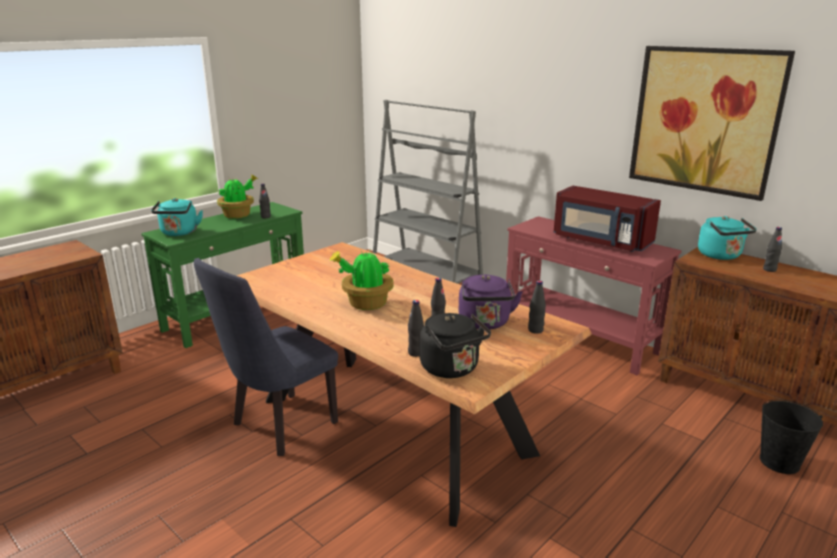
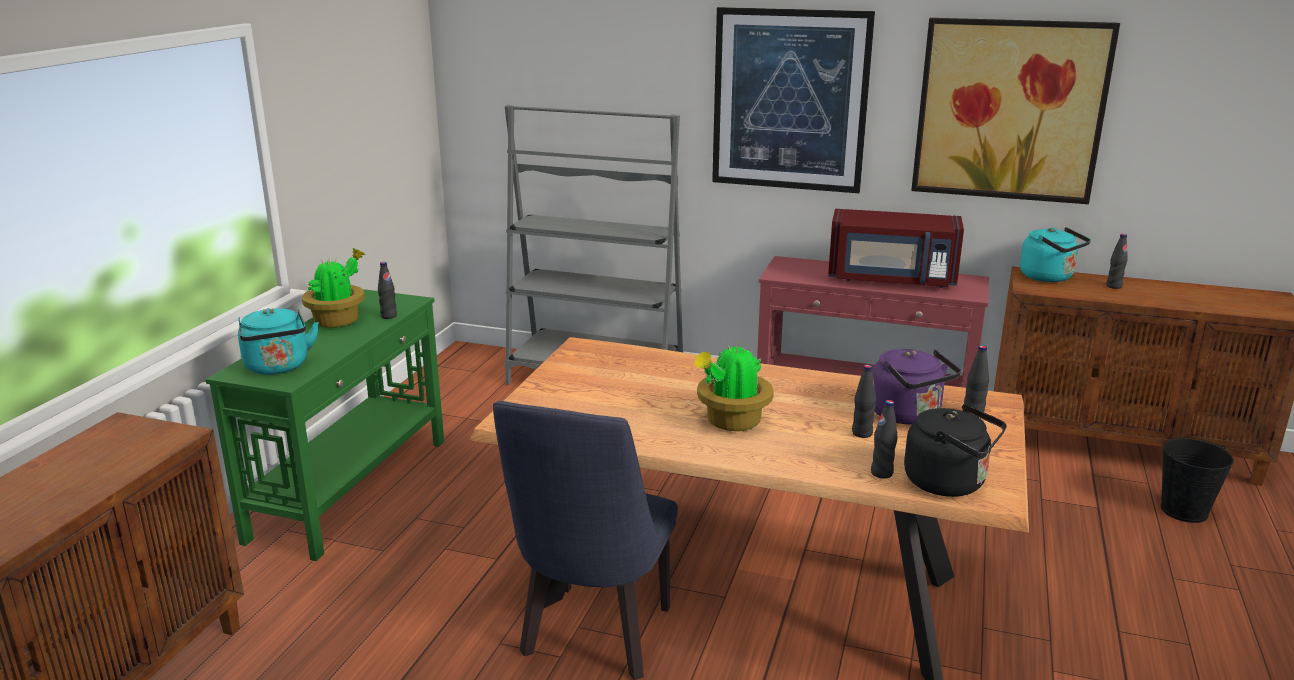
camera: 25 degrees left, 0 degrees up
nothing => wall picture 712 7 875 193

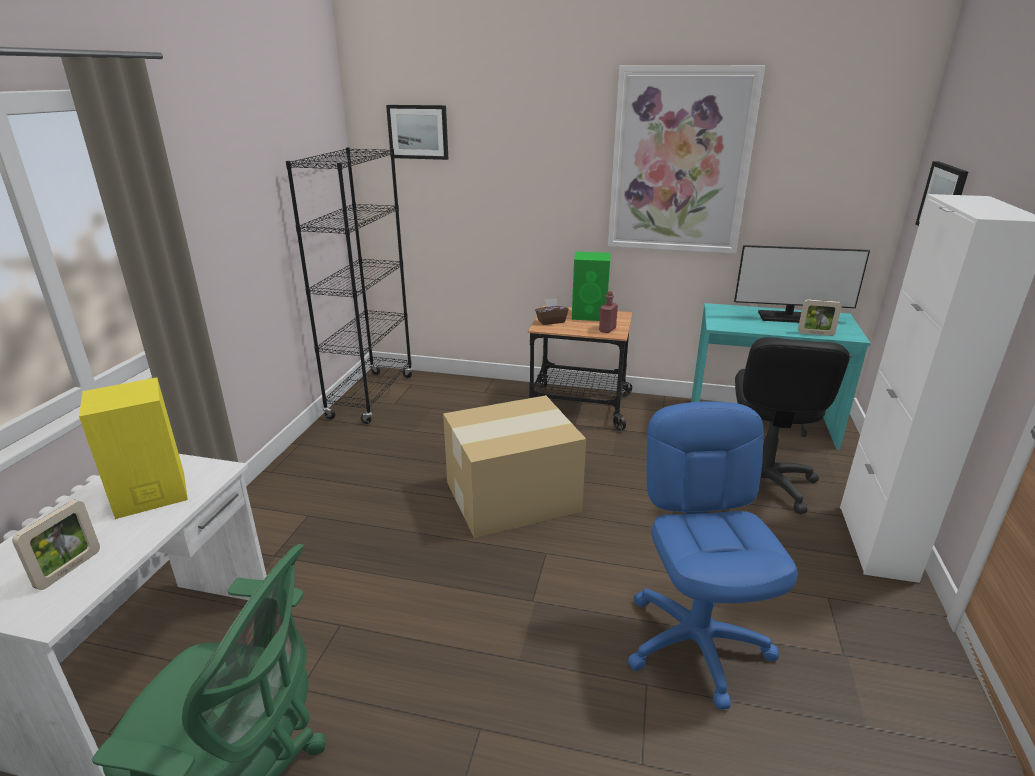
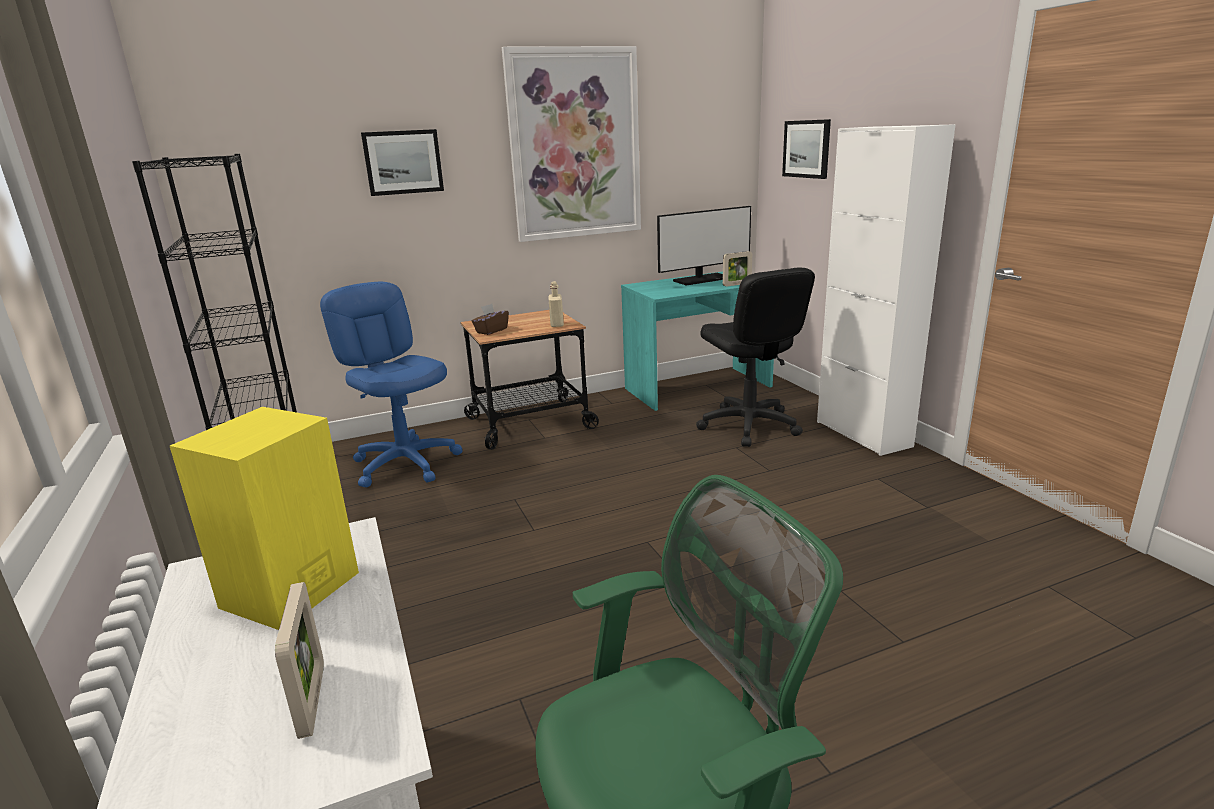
camera: 35 degrees left, 5 degrees down
wall picture 386 105 448 160 => wall picture 361 129 444 196, moved
speaker in greenish 572 252 611 321 => nothing
bottle in reddish 599 291 618 333 => bottle in sand-coloured 548 281 564 327
cardboard box 443 395 586 538 => nothing
office chair in blue 628 401 798 710 => office chair in blue 320 282 463 487, moved

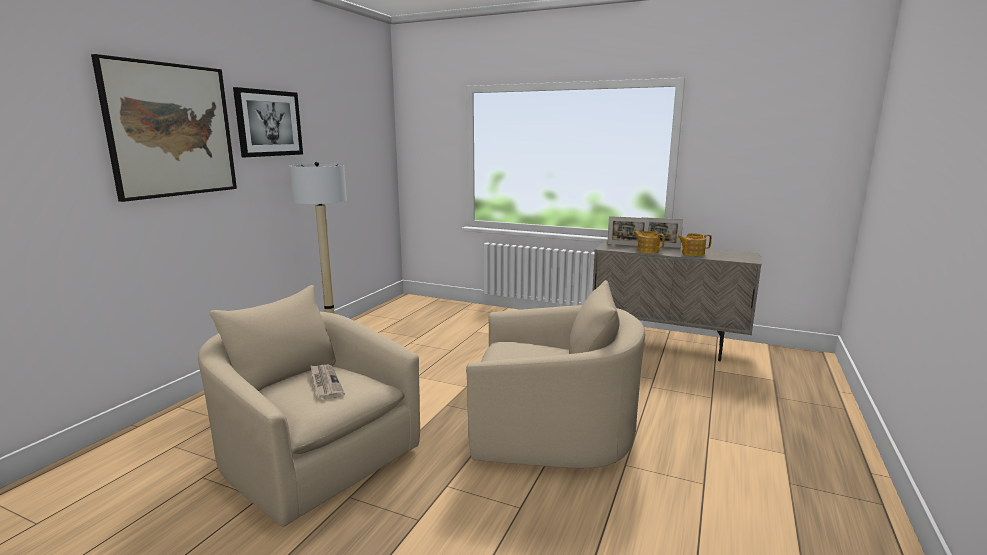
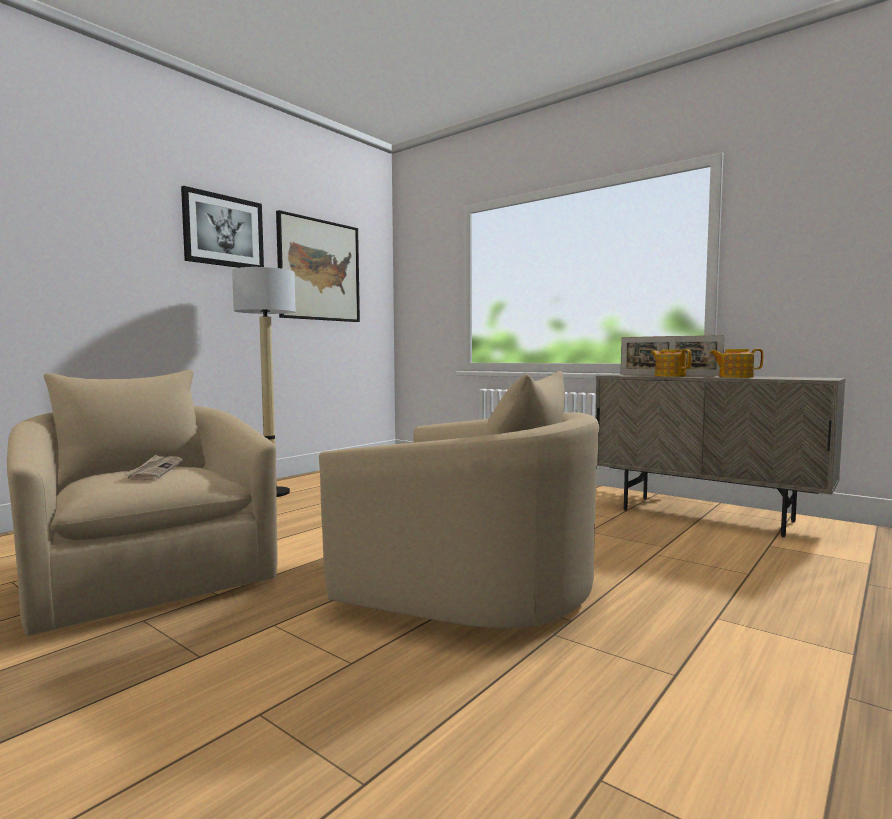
camera: 15 degrees right, 10 degrees down
wall picture 91 54 237 202 => wall picture 276 210 360 322, moved

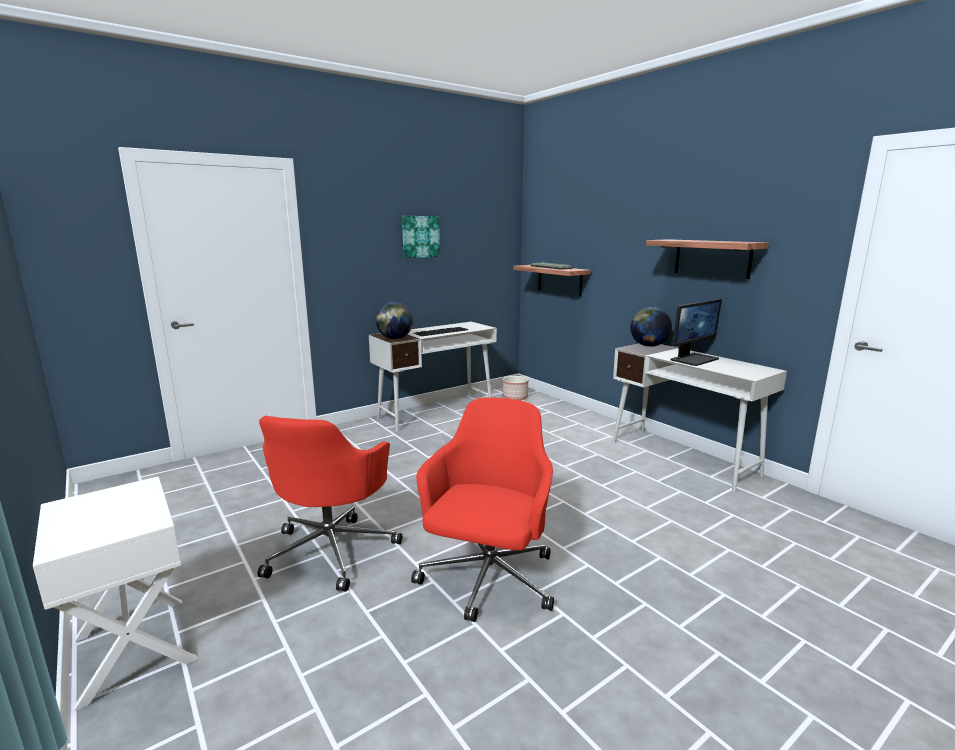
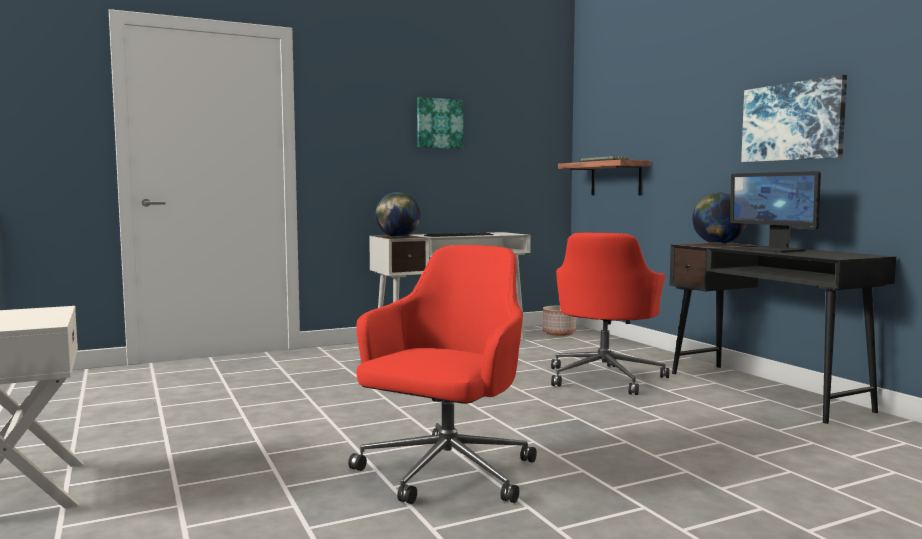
camera: 10 degrees right, 10 degrees down
shelf 646 239 769 279 => wall picture 741 74 847 162
computer screen 671 299 722 366 => computer screen 730 171 821 253, 90 degrees clockwise
desk table in white 612 344 787 492 => desk table in black 670 243 896 424
office chair in reddish 258 416 402 591 => office chair in reddish 551 233 669 395, moved

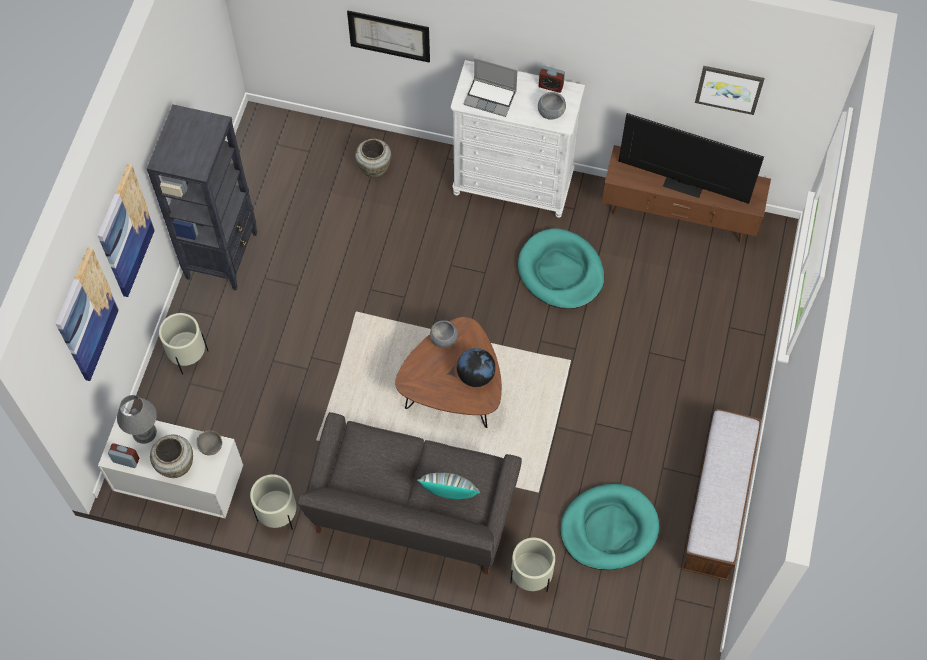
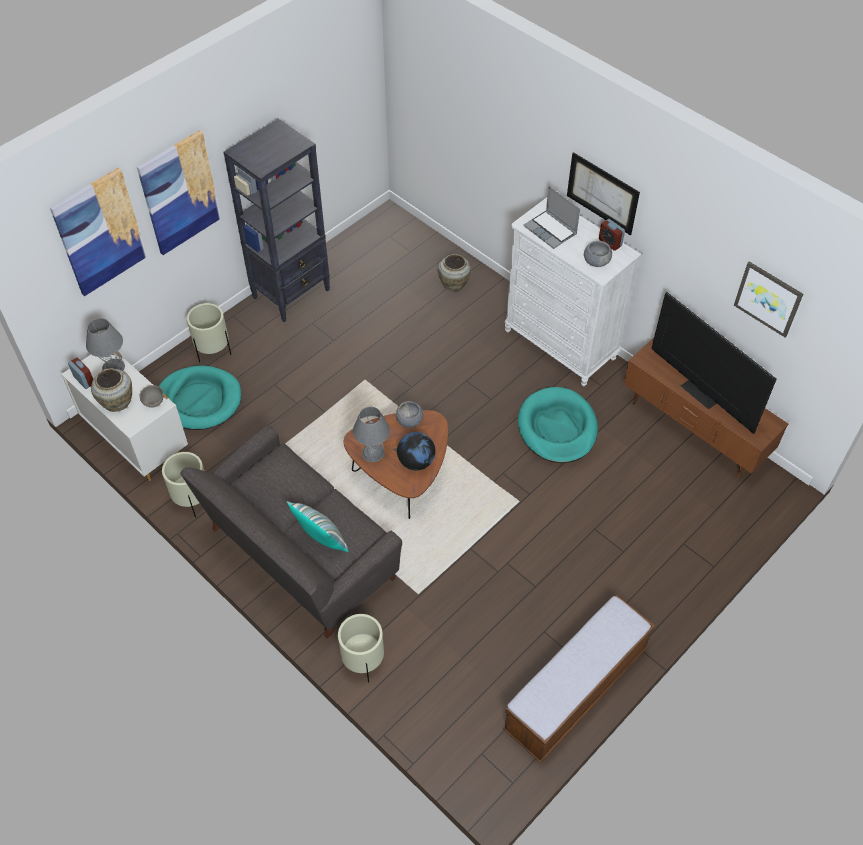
camera: 30 degrees right, 10 degrees down
wall picture 347 10 430 63 => wall picture 567 152 640 235, moved
pet bed in blue-green 560 484 659 570 => pet bed in blue-green 159 365 241 430, moved
nothing => table lamp in grey 353 407 390 462

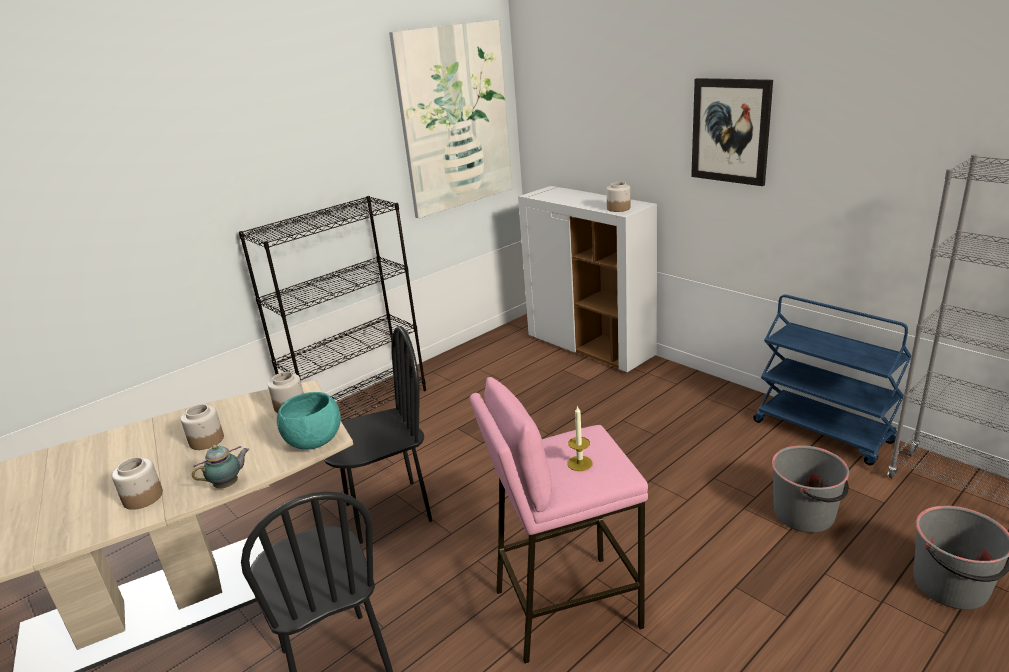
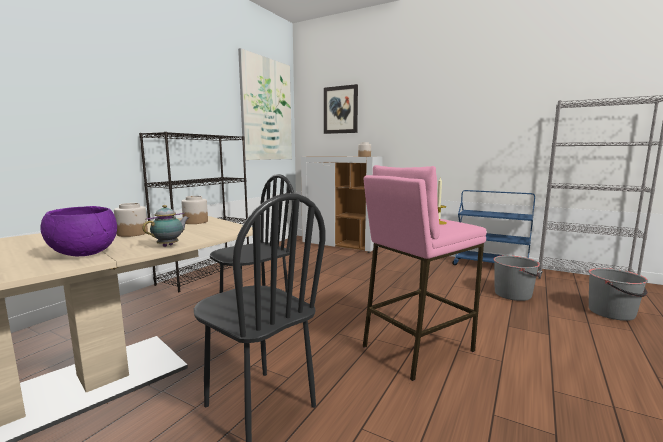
camera: 20 degrees left, 15 degrees down
wall picture 691 78 773 186 => wall picture 324 84 358 134, moved
deep dish in blue-green 277 392 341 449 => nothing
preserve jar 112 457 163 510 => deep dish in purplish 40 206 117 256

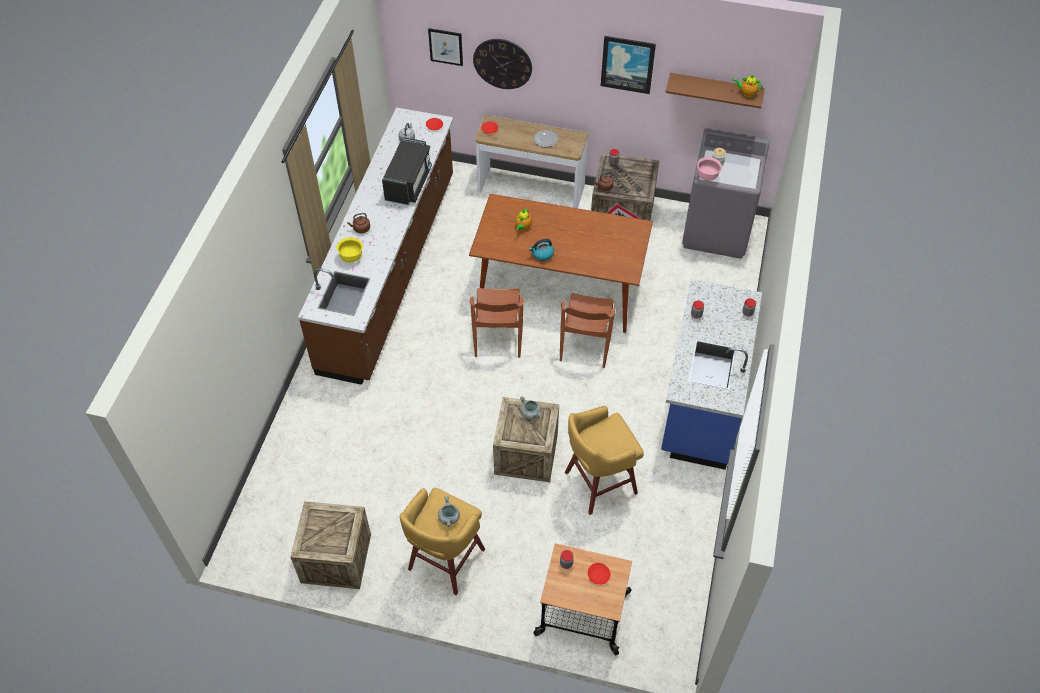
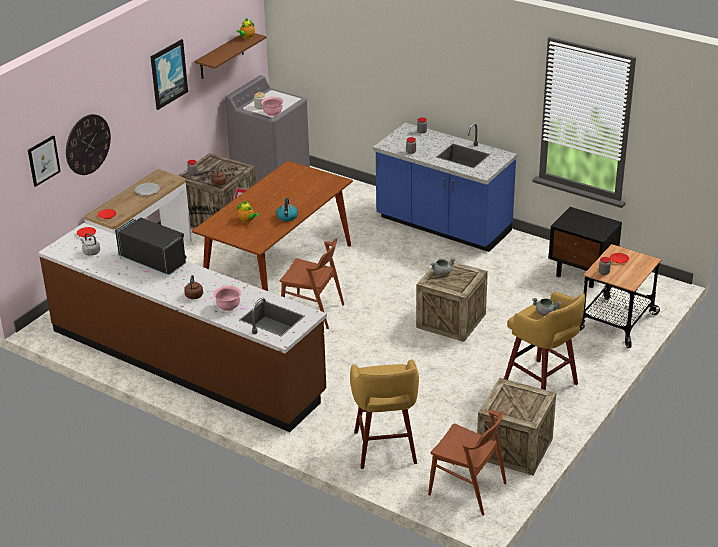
camera: 70 degrees left, 20 degrees down
deep dish in yellow-coloured 337 237 363 262 => deep dish in pink 213 286 241 311
plain chair in brownish 560 293 615 368 => plain chair in brownish 428 410 507 516, moved
stool in yellow-coloured 565 406 644 515 => stool in yellow-coloured 350 359 419 469, moved
nothing => nightstand in black 548 207 622 288

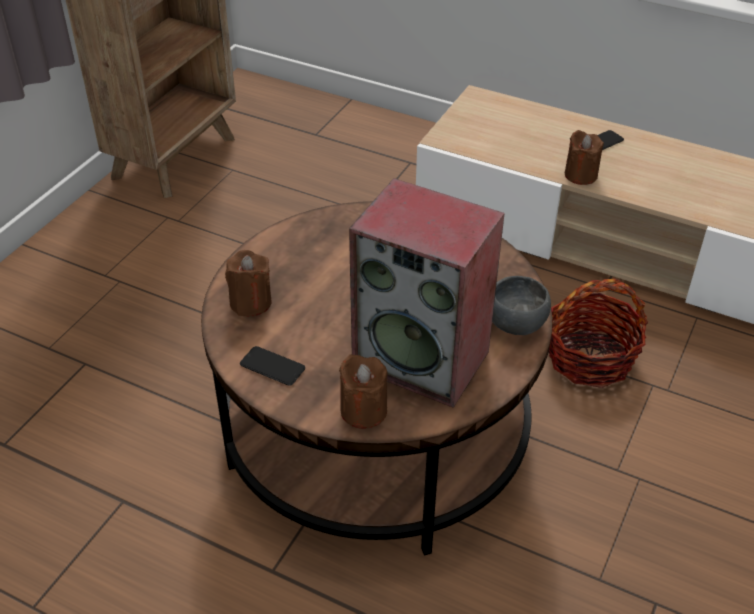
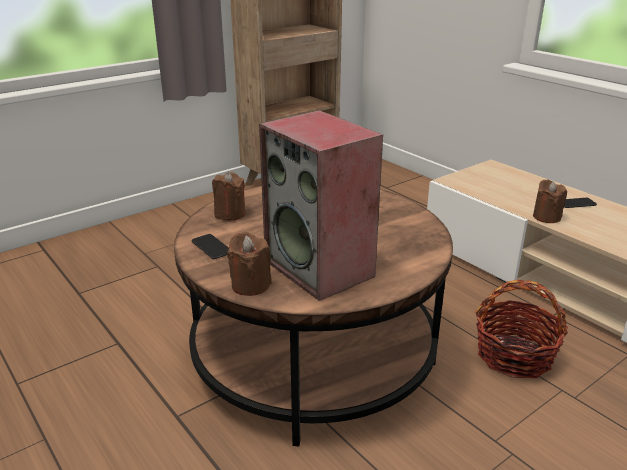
camera: 25 degrees right, 15 degrees down
deep dish in grey 492 276 551 335 => nothing

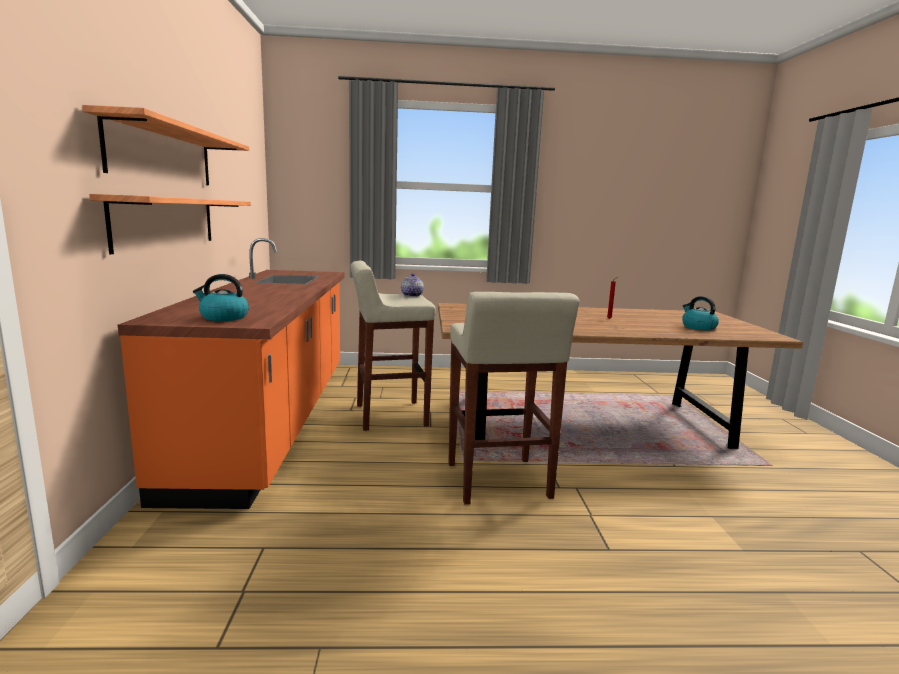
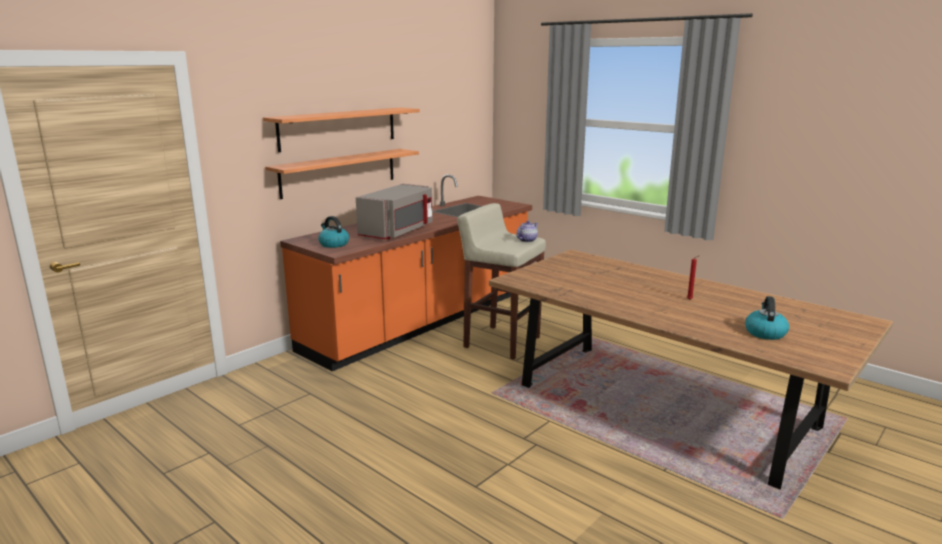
camera: 45 degrees right, 5 degrees up
stool in sand-coloured 448 292 580 504 => nothing
nothing => kitchen microwave in grey 356 184 433 239

